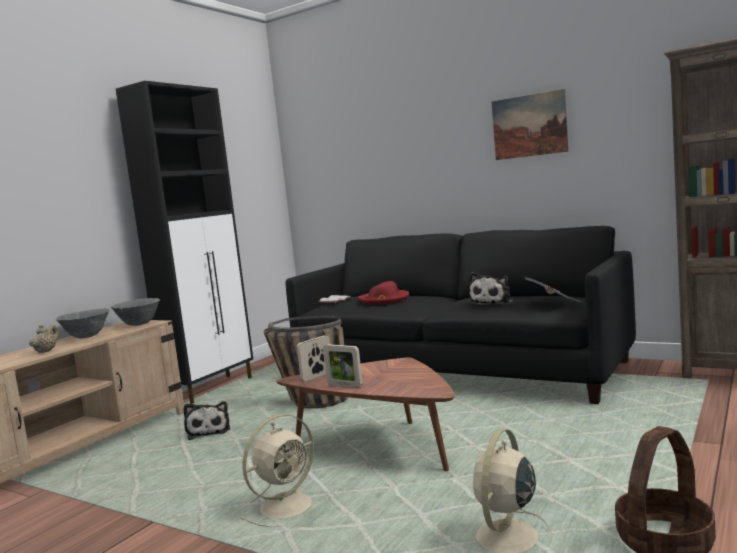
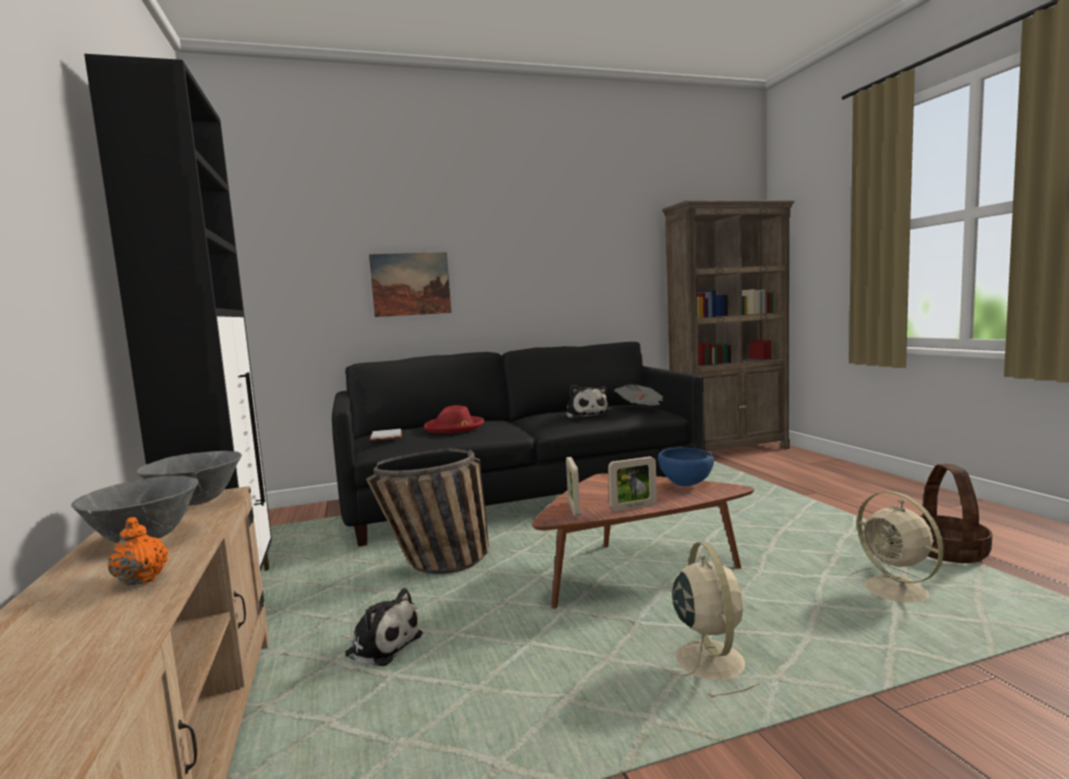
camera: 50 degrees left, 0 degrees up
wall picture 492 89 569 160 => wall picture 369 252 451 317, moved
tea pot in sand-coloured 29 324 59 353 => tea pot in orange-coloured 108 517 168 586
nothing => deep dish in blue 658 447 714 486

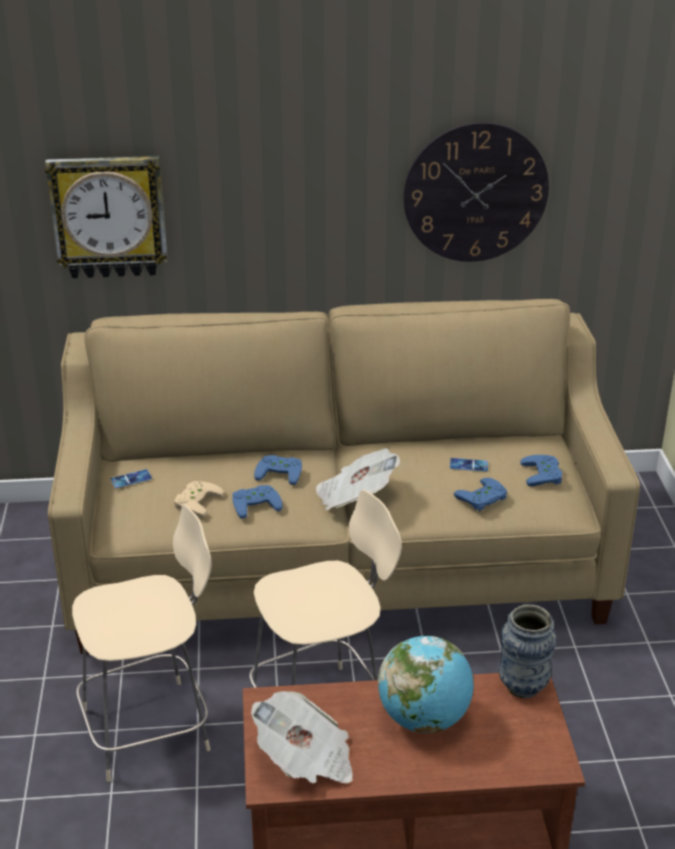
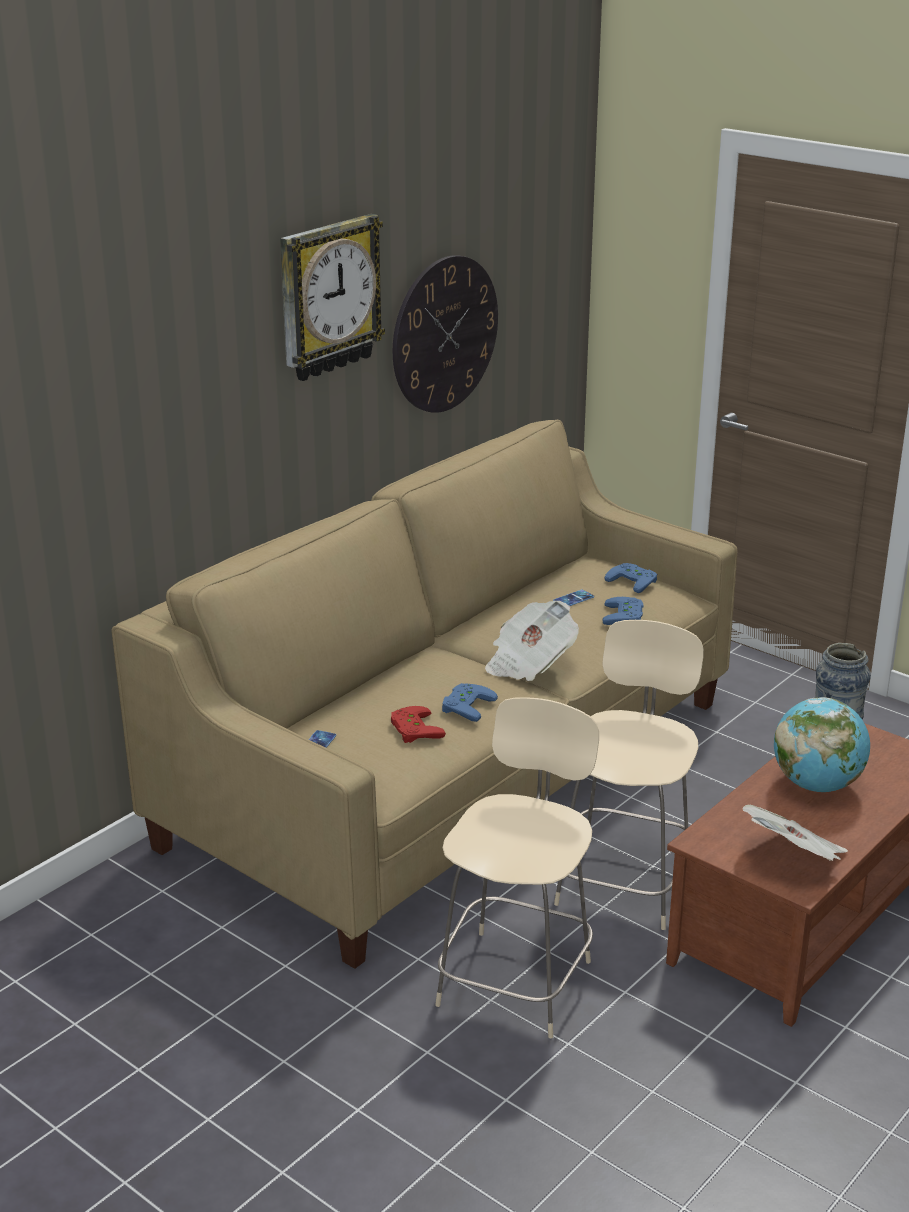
camera: 45 degrees left, 5 degrees down
wall clock 45 156 167 278 => wall clock 280 214 385 381, moved
joypad in blue 254 455 302 485 => nothing
joypad in sand-coloured 174 481 225 518 => joypad in reddish 391 706 446 743

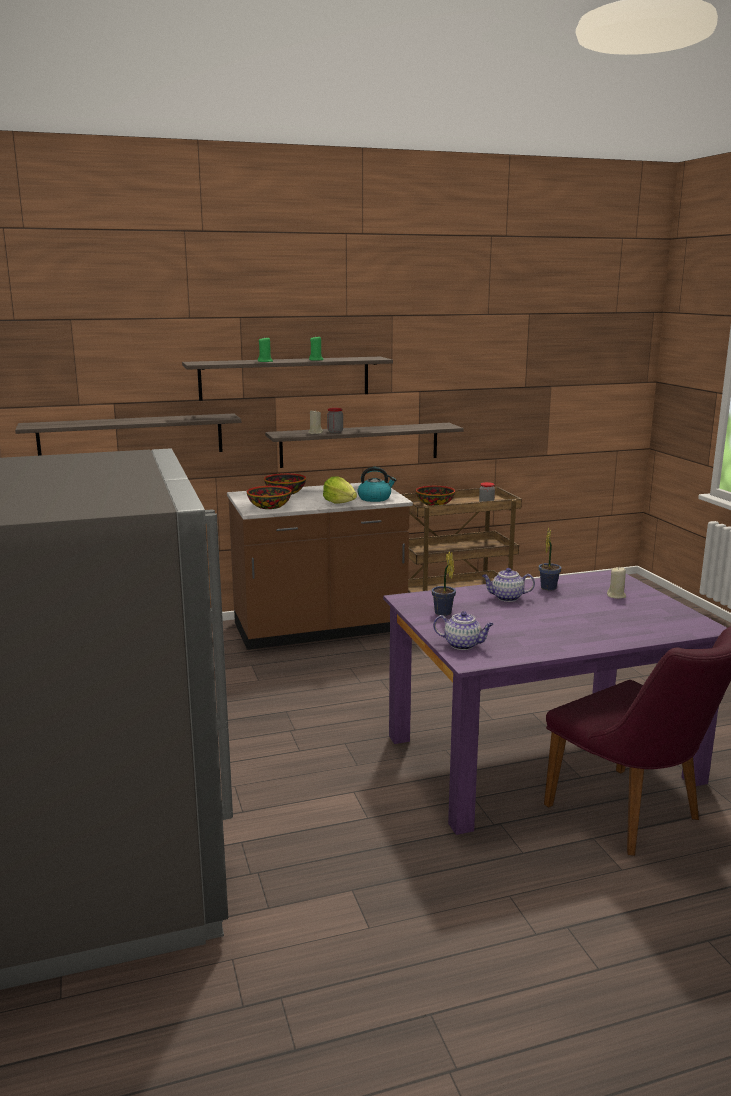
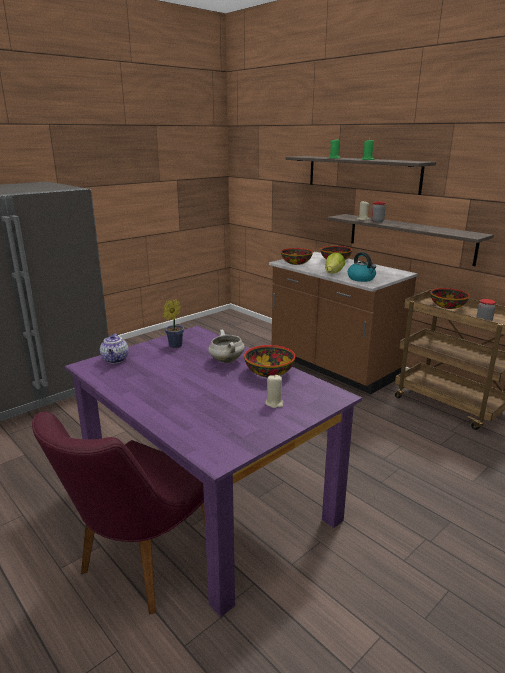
camera: 65 degrees right, 5 degrees up
shelf 15 413 241 456 => nothing
houseplant 539 527 562 590 => deep dish 244 345 295 378
tea pot 482 568 535 602 => stockpot in white 208 330 245 363

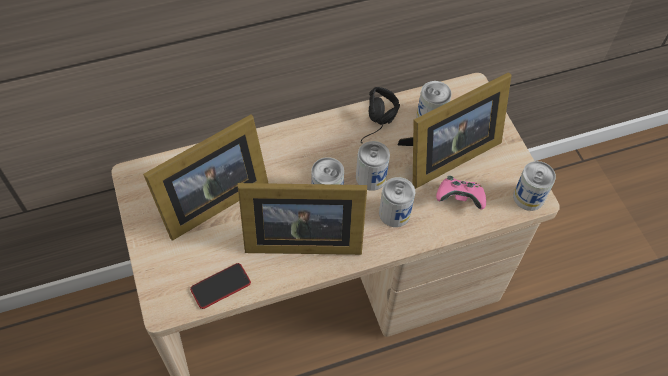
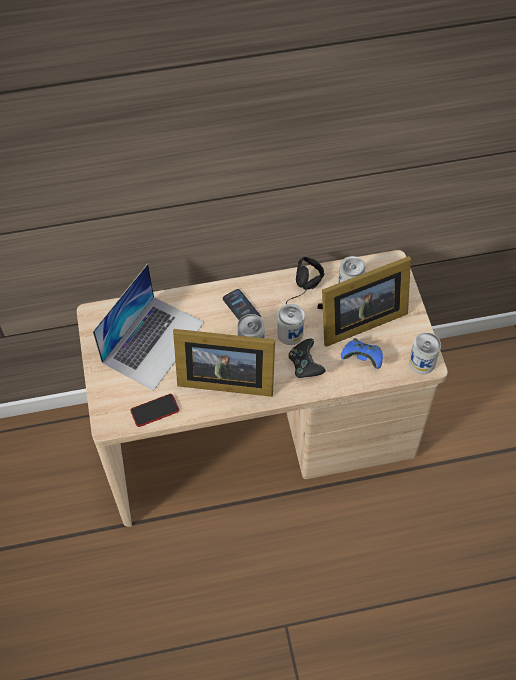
camera: 10 degrees right, 0 degrees up
photo frame 143 114 269 241 => notebook computer 93 264 204 391
joypad in pink 436 176 486 209 => joypad in blue 341 338 383 369
can 379 177 415 227 => joypad in black 289 339 326 378
nothing => handset 223 289 261 320

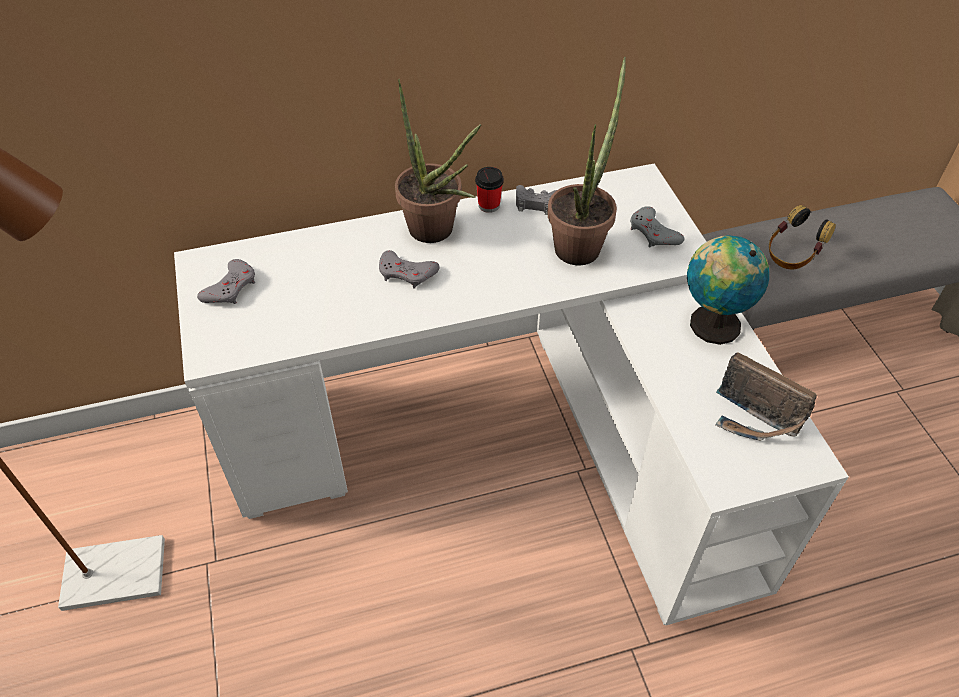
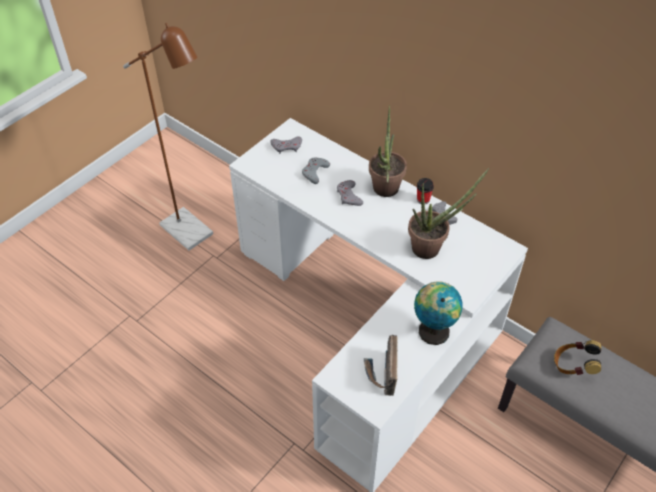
camera: 55 degrees right, 0 degrees up
joypad in grey 630 206 685 247 => joypad in grey 302 158 330 184, moved

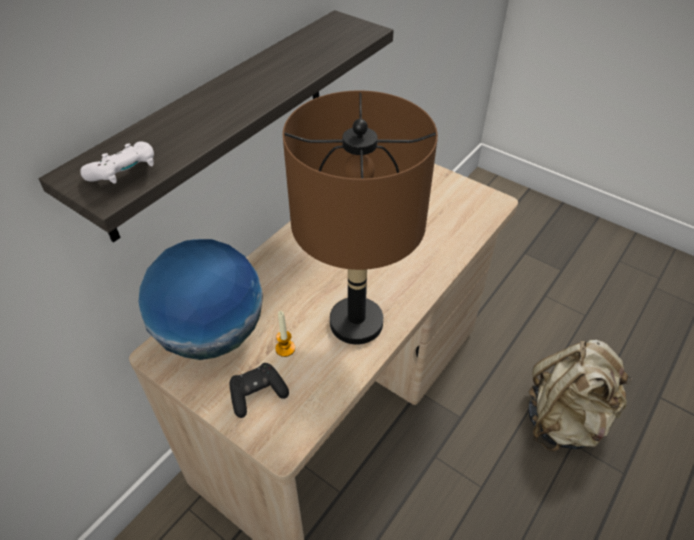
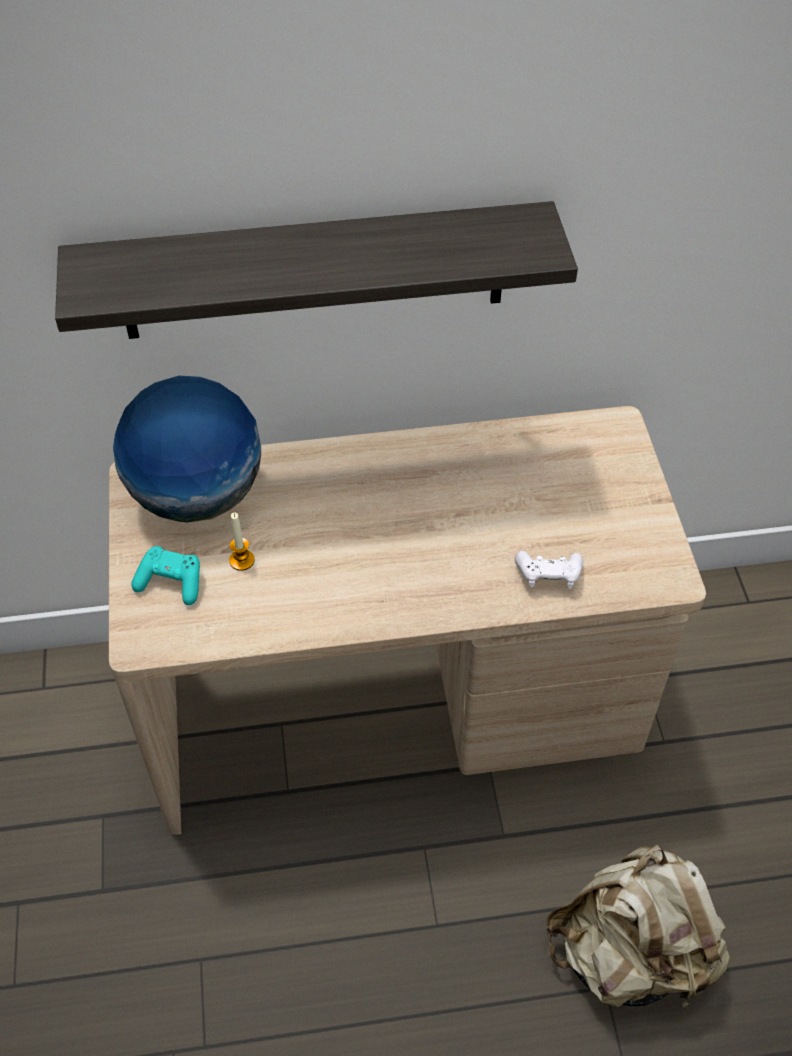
camera: 45 degrees right, 5 degrees up
table lamp in brownish 283 91 438 345 => nothing
joypad in white 80 141 154 184 => joypad in white 515 551 583 589, moved
joypad in black 230 363 289 418 => joypad in blue-green 131 546 200 605

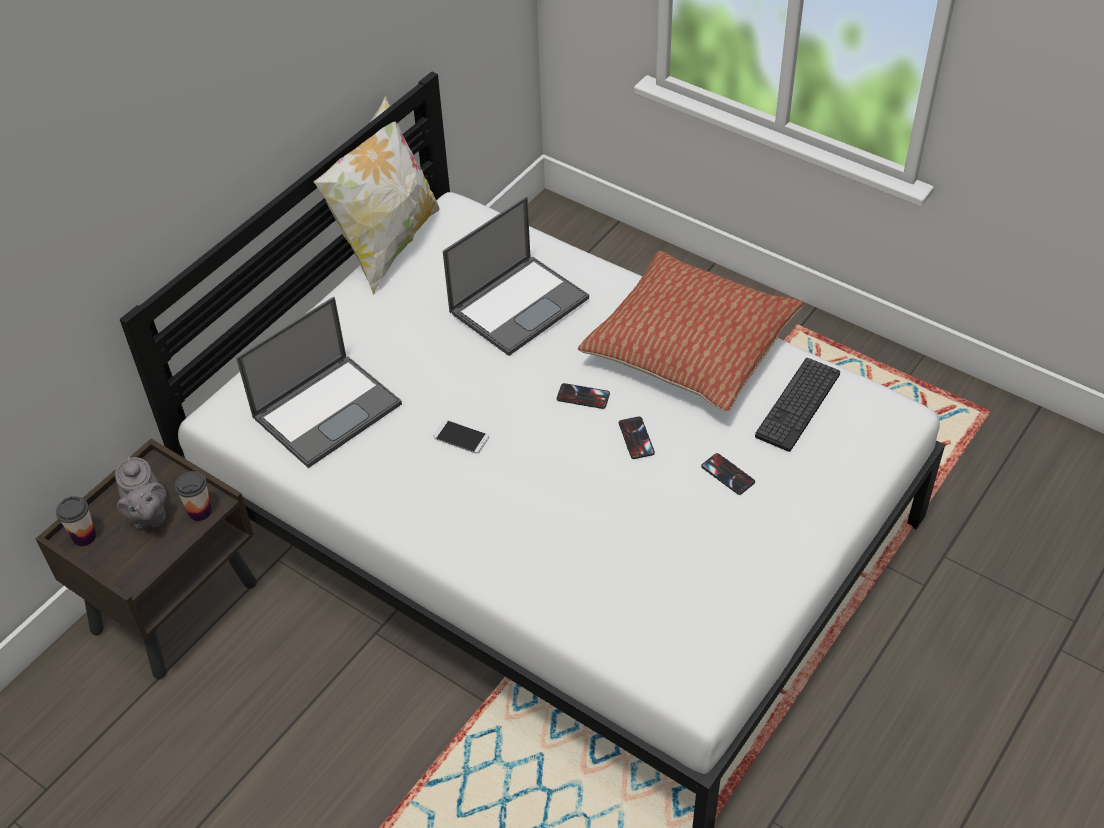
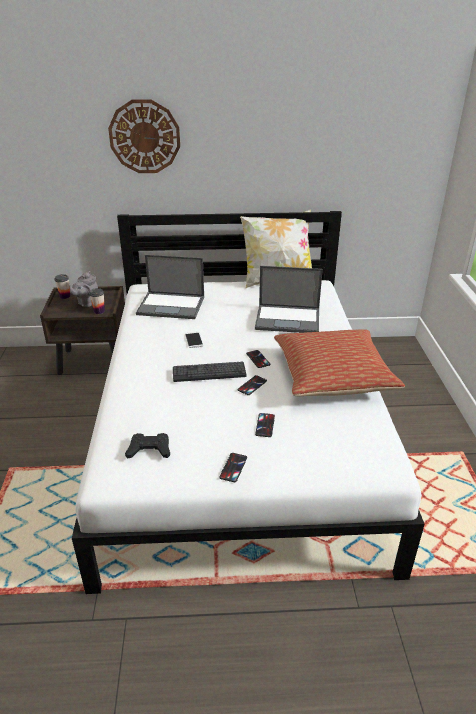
camera: 50 degrees right, 15 degrees down
computer keyboard 755 358 840 452 => computer keyboard 173 362 246 382, moved
nothing => wall clock 108 99 180 173
nothing => joypad in black 125 433 170 459
nothing => handset 219 453 247 482

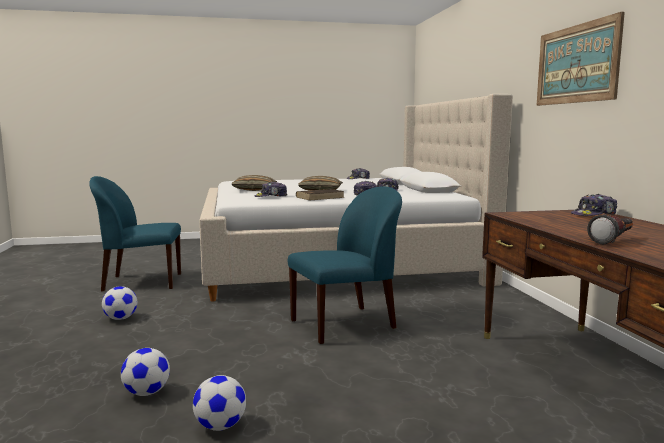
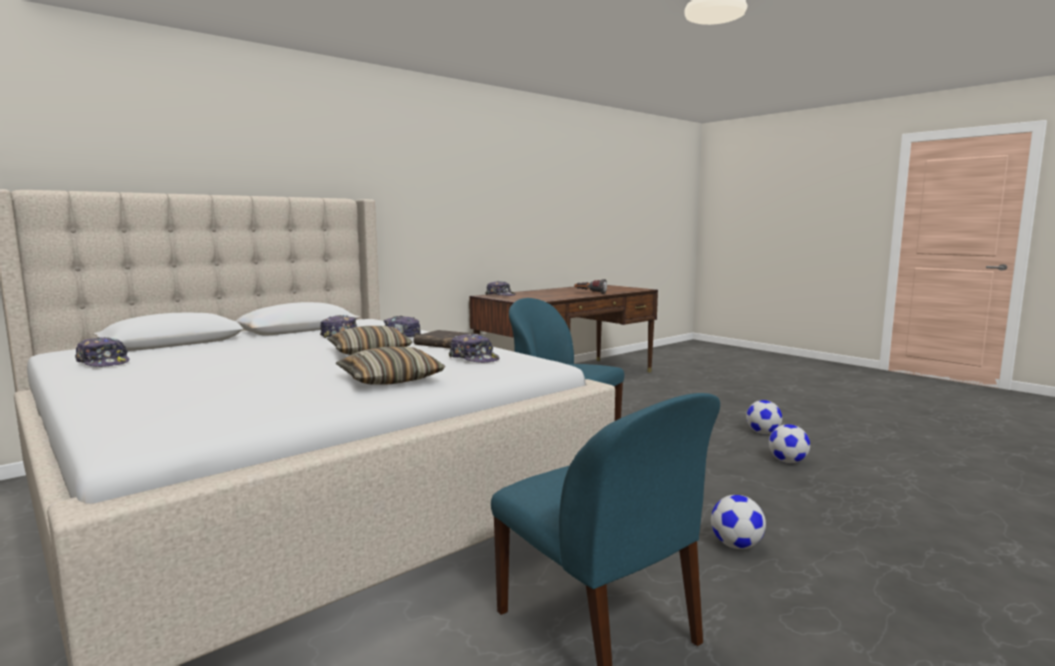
camera: 120 degrees left, 0 degrees up
wall picture 537 12 625 106 => nothing

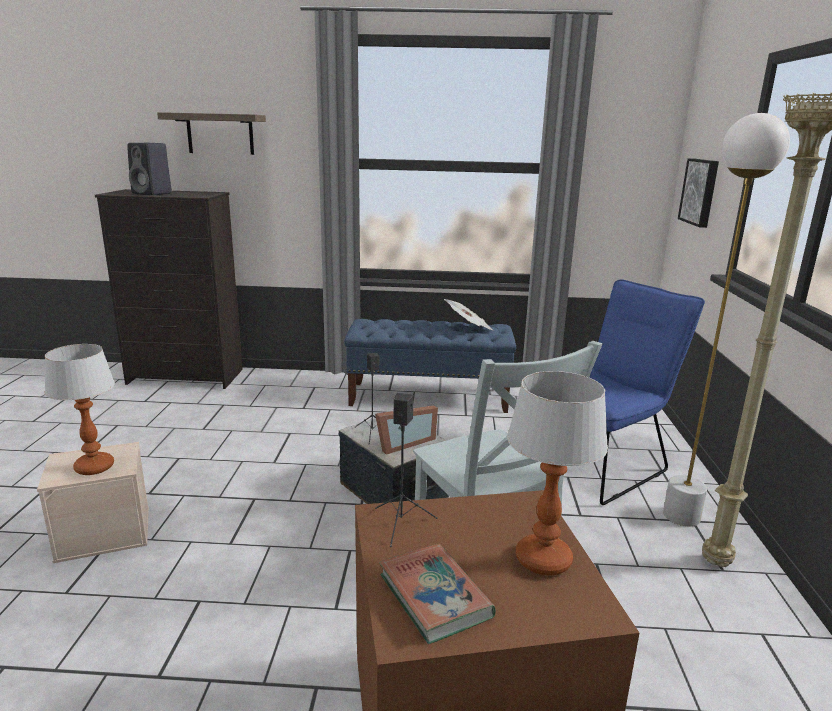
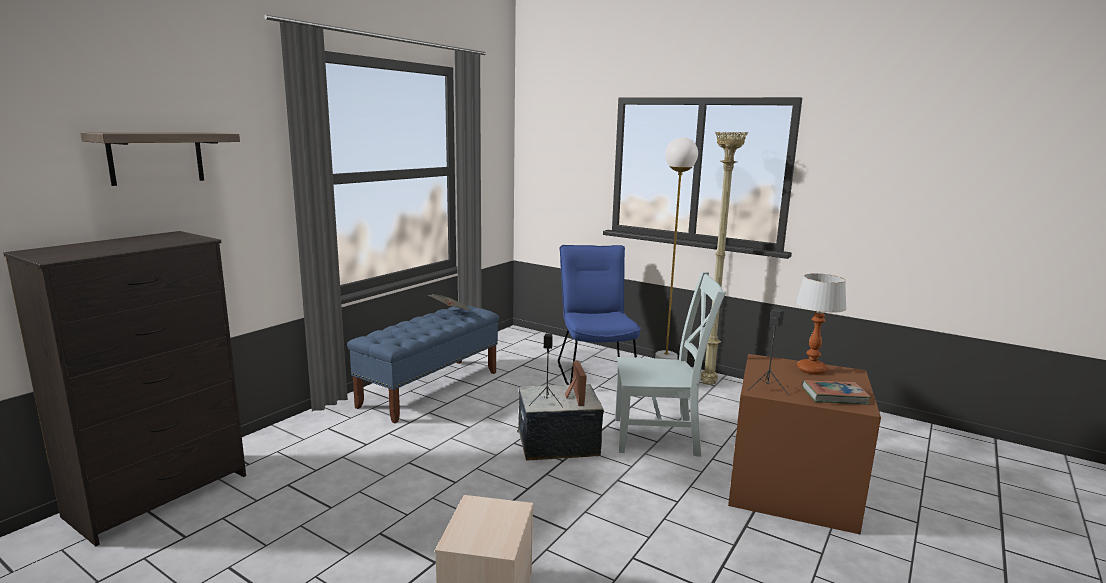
camera: 60 degrees left, 5 degrees down
speaker in black 127 143 172 195 => nothing
wall picture 678 158 719 228 => nothing
table lamp 44 344 115 475 => nothing

